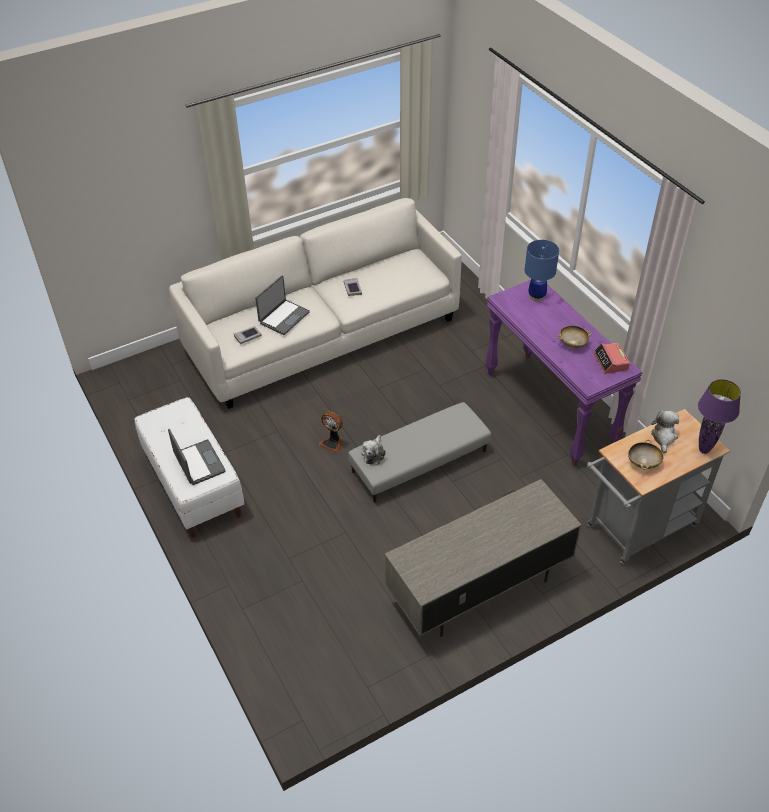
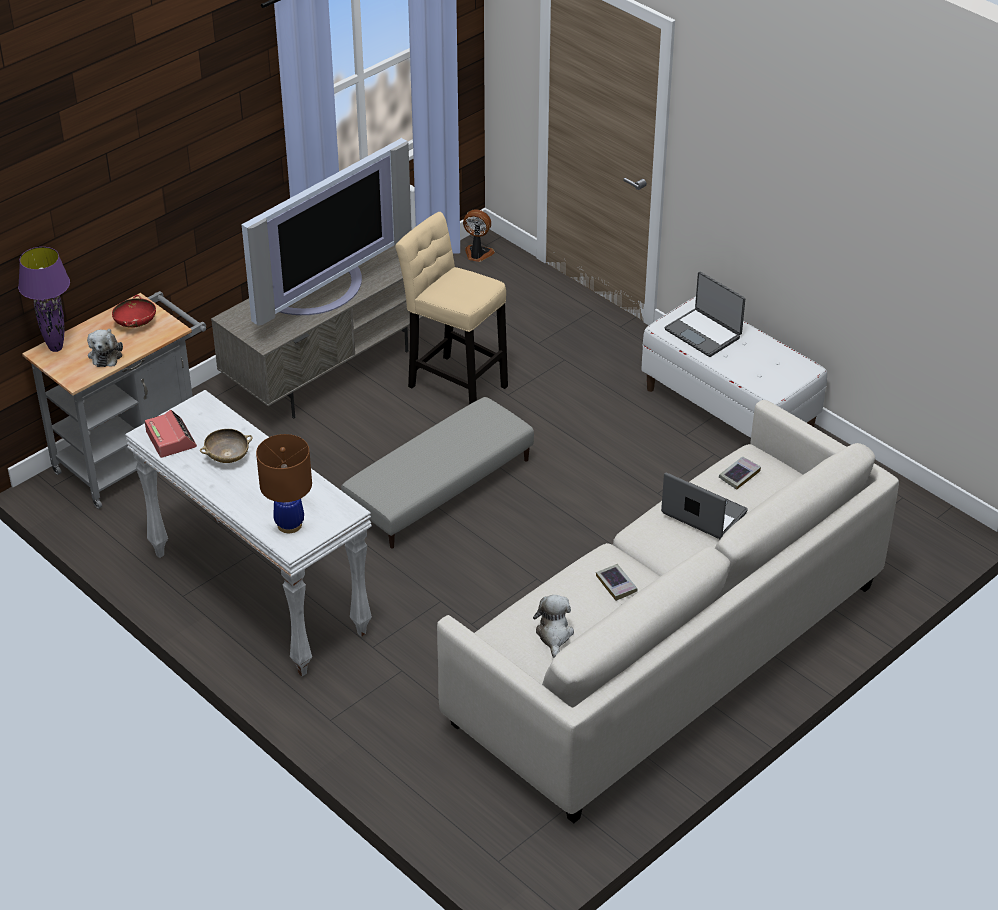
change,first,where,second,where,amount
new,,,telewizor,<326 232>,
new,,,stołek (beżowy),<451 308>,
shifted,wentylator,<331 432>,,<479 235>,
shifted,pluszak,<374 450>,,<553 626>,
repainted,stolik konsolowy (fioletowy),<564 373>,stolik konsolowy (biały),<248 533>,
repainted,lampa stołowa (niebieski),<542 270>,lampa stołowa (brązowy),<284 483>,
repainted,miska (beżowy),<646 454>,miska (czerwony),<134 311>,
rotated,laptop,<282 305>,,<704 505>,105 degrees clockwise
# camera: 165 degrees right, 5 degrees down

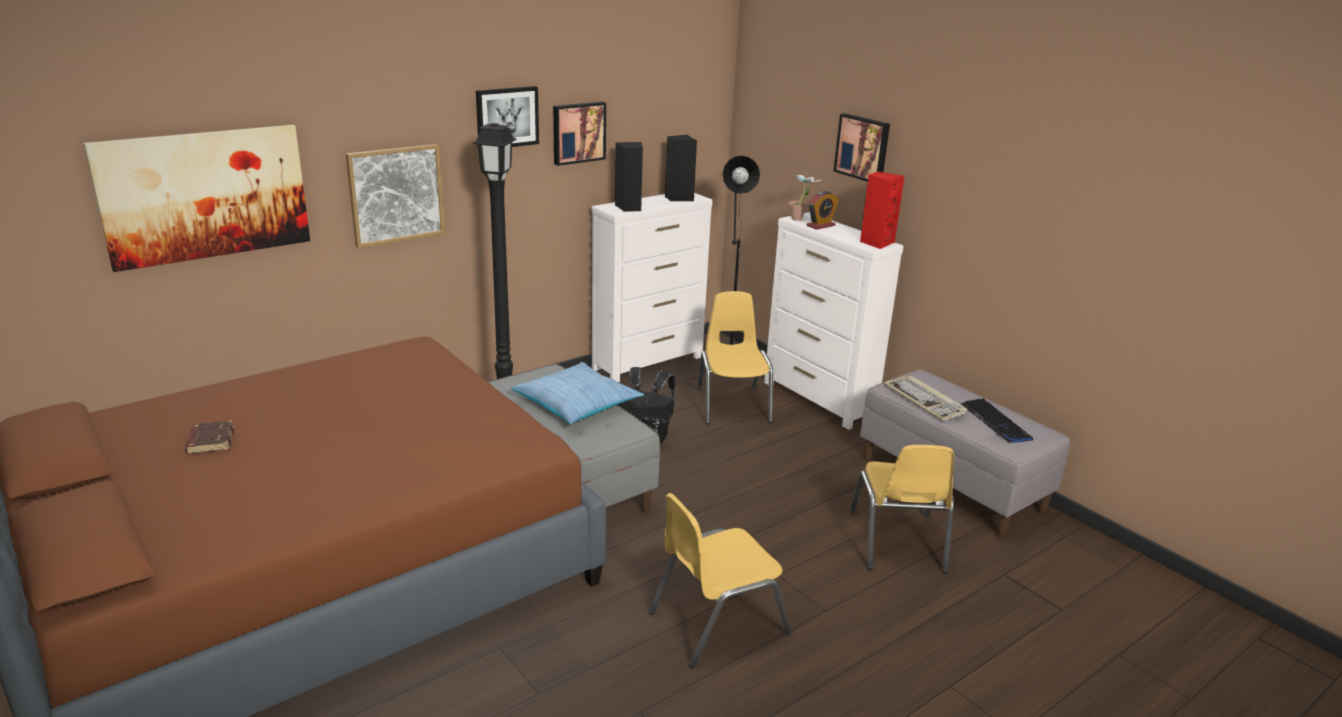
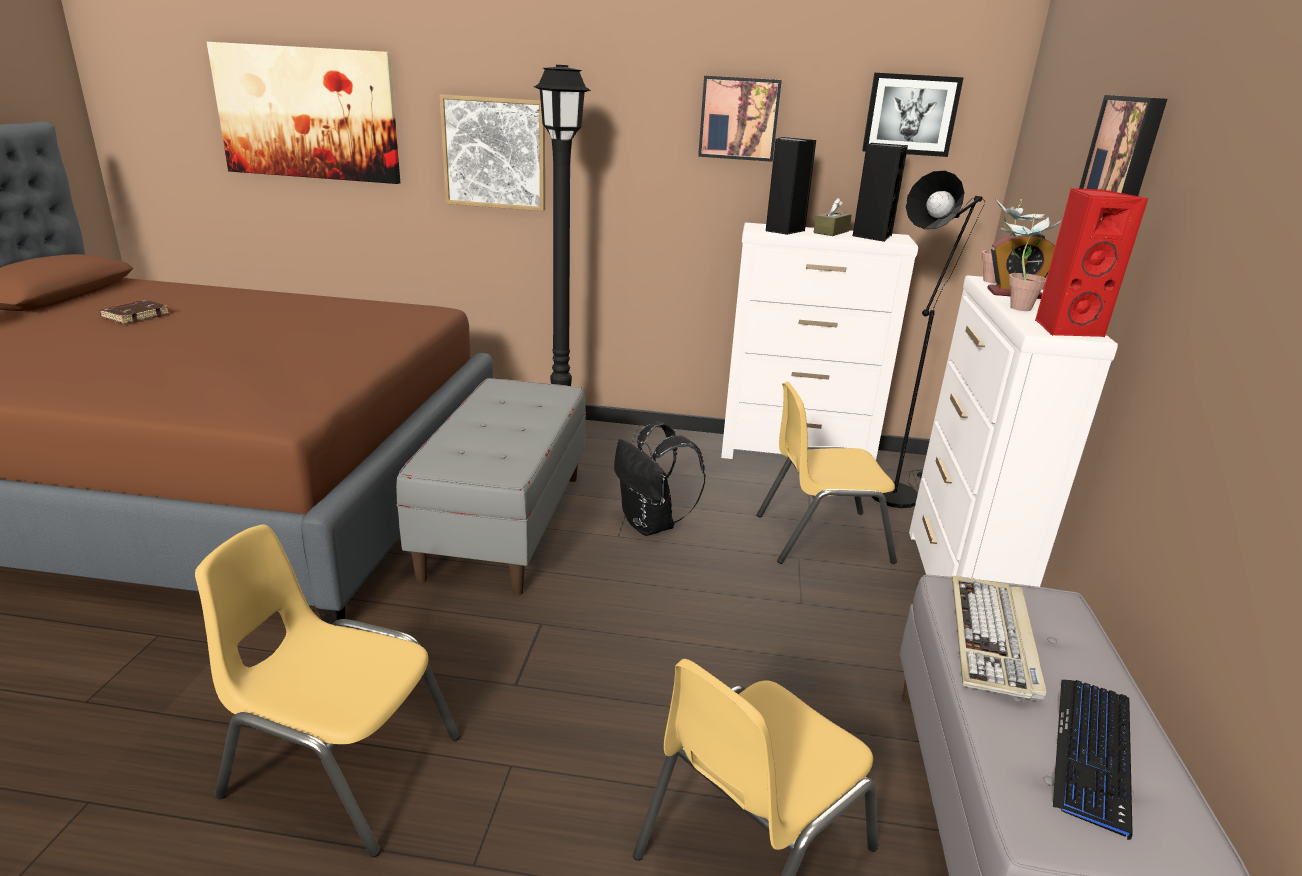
change,first,where,second,where,amount
gone,poduszka,<577 393>,,,
new,,,pudełko chusteczek (brązowy),<832 217>,
new,,,roślina doniczkowa,<1030 262>,
shifted,obraz,<507 116>,,<912 115>,
rotated,krzesło (żółty),<735 357>,,<827 473>,135 degrees counterclockwise
# camera: 45 degrees right, 0 degrees up

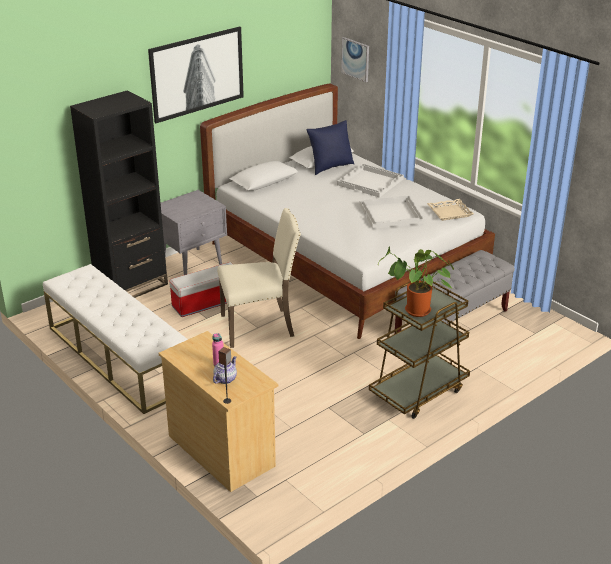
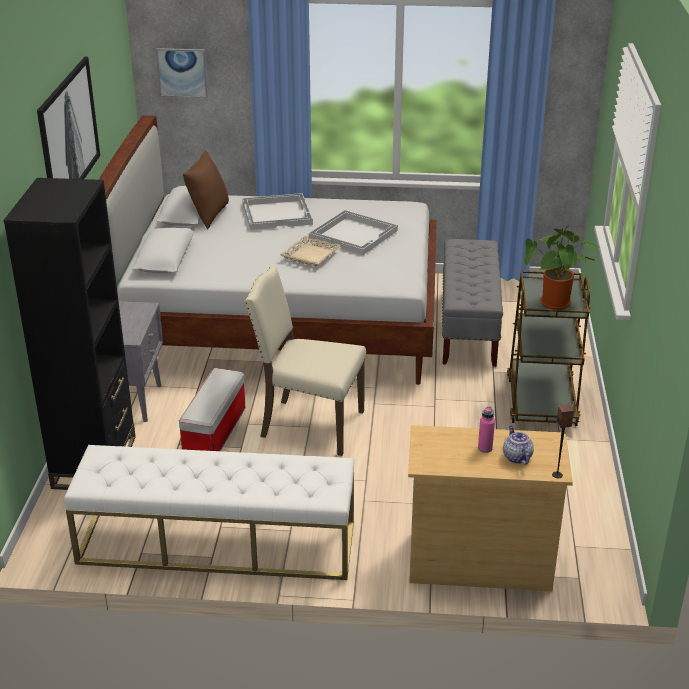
change,first,where,second,where,amount
shifted,taca (beżowy),<450 210>,,<310 251>,
repainted,poduszka (niebieski),<330 147>,poduszka (brązowy),<206 190>,
rotated,krzesło (beżowy),<259 278>,,<305 361>,105 degrees counterclockwise
# camera: 45 degrees left, 0 degrees up

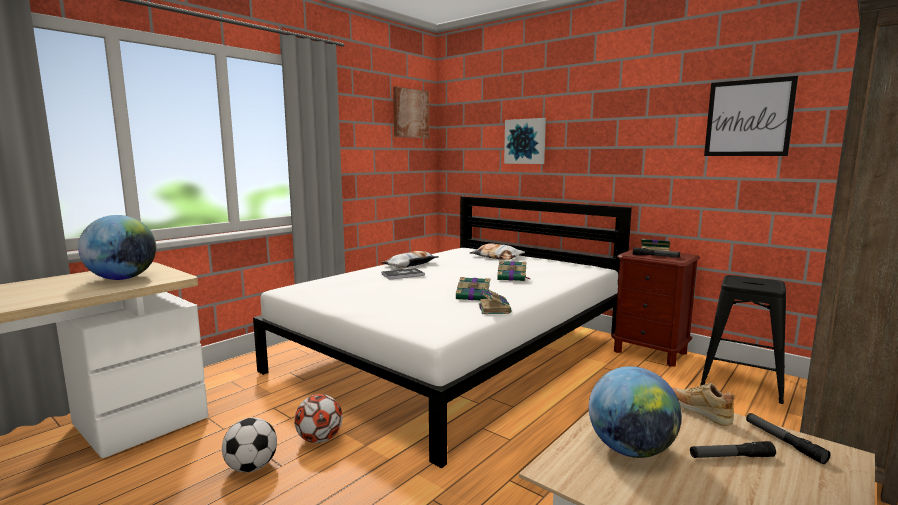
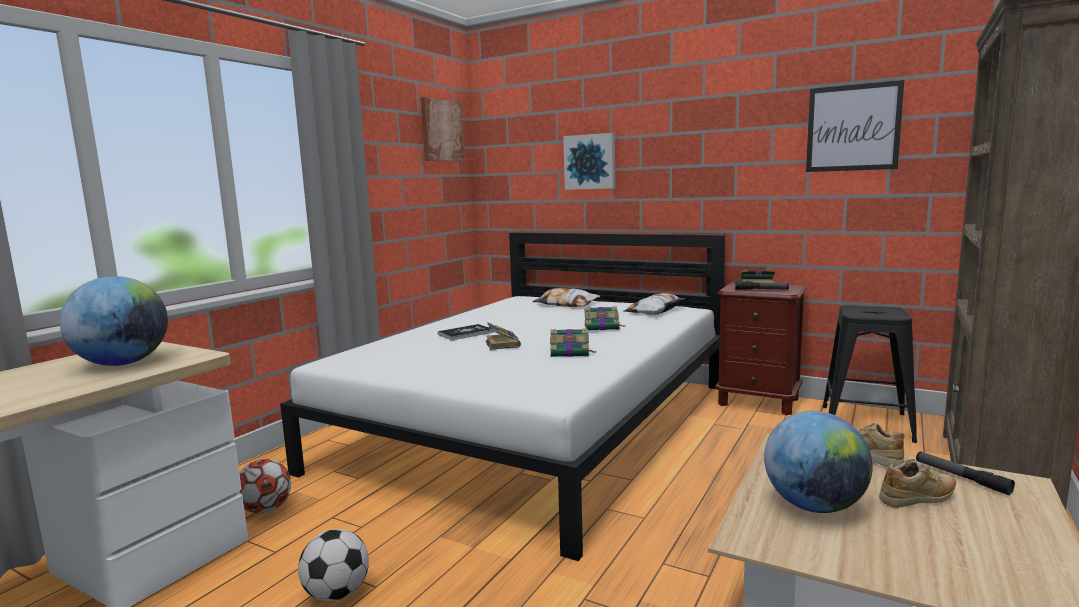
change,first,where,second,where,amount
shifted,piłka futbolowa,<318 418>,,<265 486>,
shifted,poduszka,<410 259>,,<654 304>,
shifted,książka,<495 300>,,<503 336>,
swapped,latarka,<733 449>,but (beżowy),<917 483>,
# camera: 10 degrees left, 0 degrees up

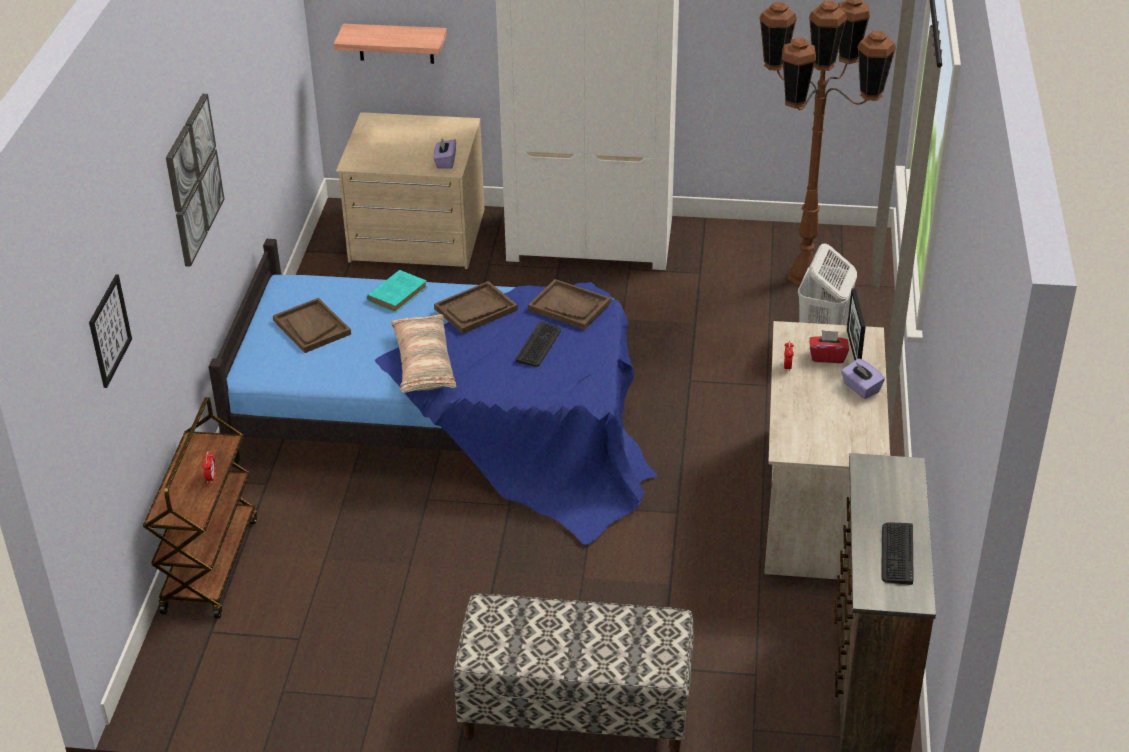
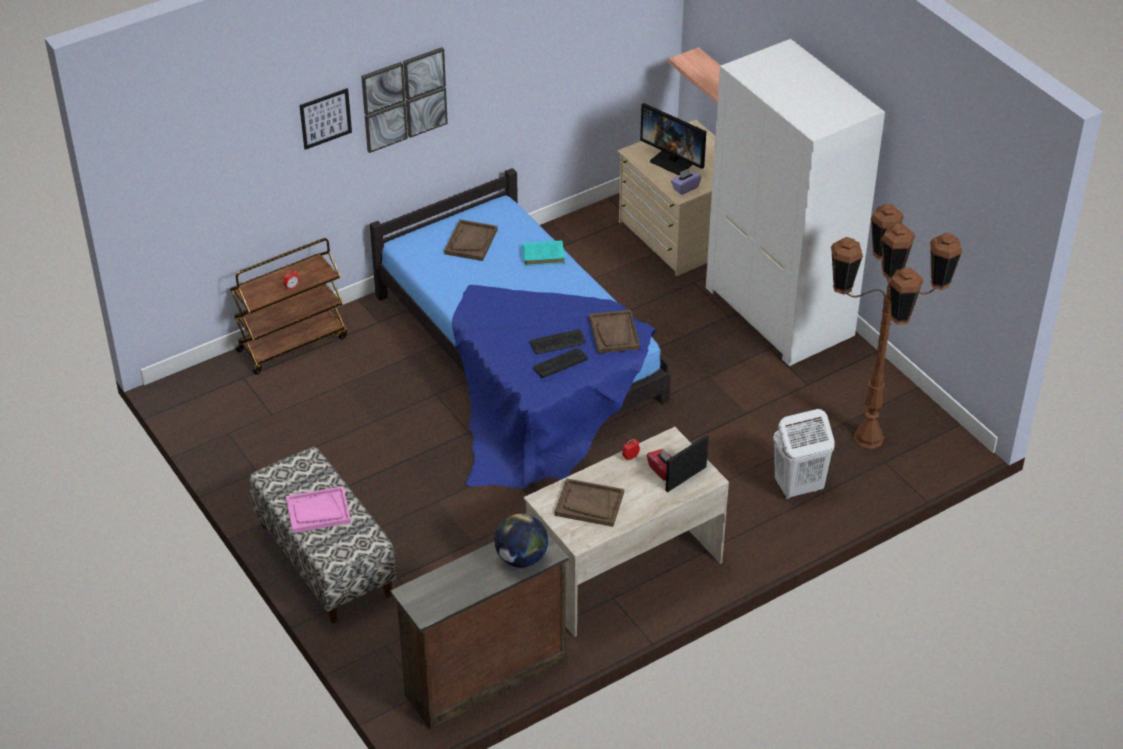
change,first,where,second,where,amount
gone,poduszka,<423 353>,,,
gone,pudełko chusteczek (fioletowy),<863 378>,,,
new,,,taca (różowy),<318 509>,
new,,,globus,<521 541>,
new,,,monitor,<673 139>,
shifted,obraz,<110 331>,,<325 119>,
shifted,taca (brązowy),<476 307>,,<589 502>,
shifted,klawiatura,<897 553>,,<560 363>,
# camera: 50 degrees right, 5 degrees up

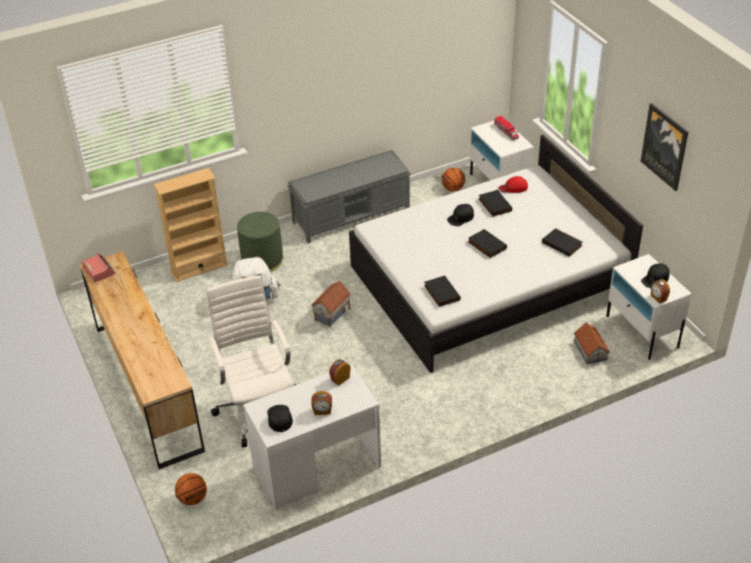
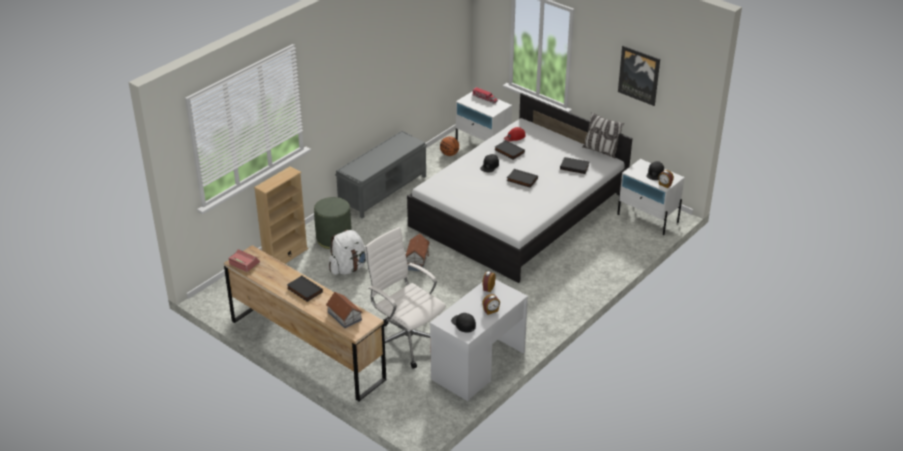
change,first,where,second,where,amount
gone,piłka do koszykówki,<191 489>,,,
new,,,poduszka,<603 135>,
shifted,książka (czarny),<442 291>,,<305 288>,
shifted,domek,<592 343>,,<344 310>,
# camera: 25 degrees left, 5 degrees down

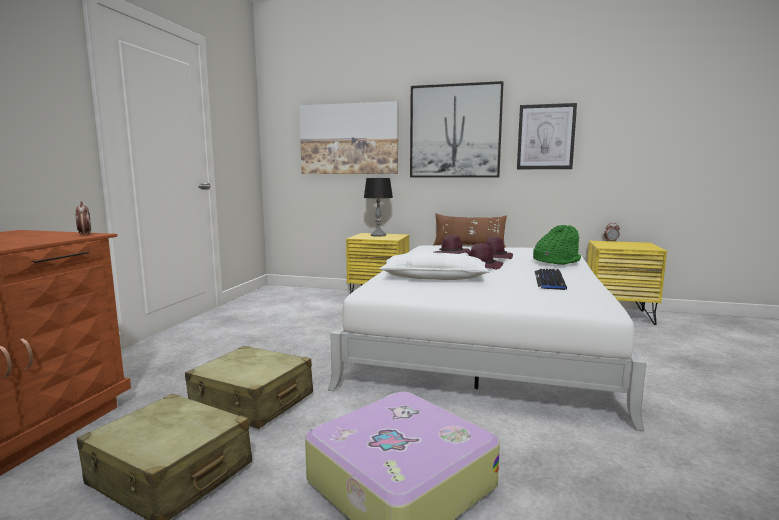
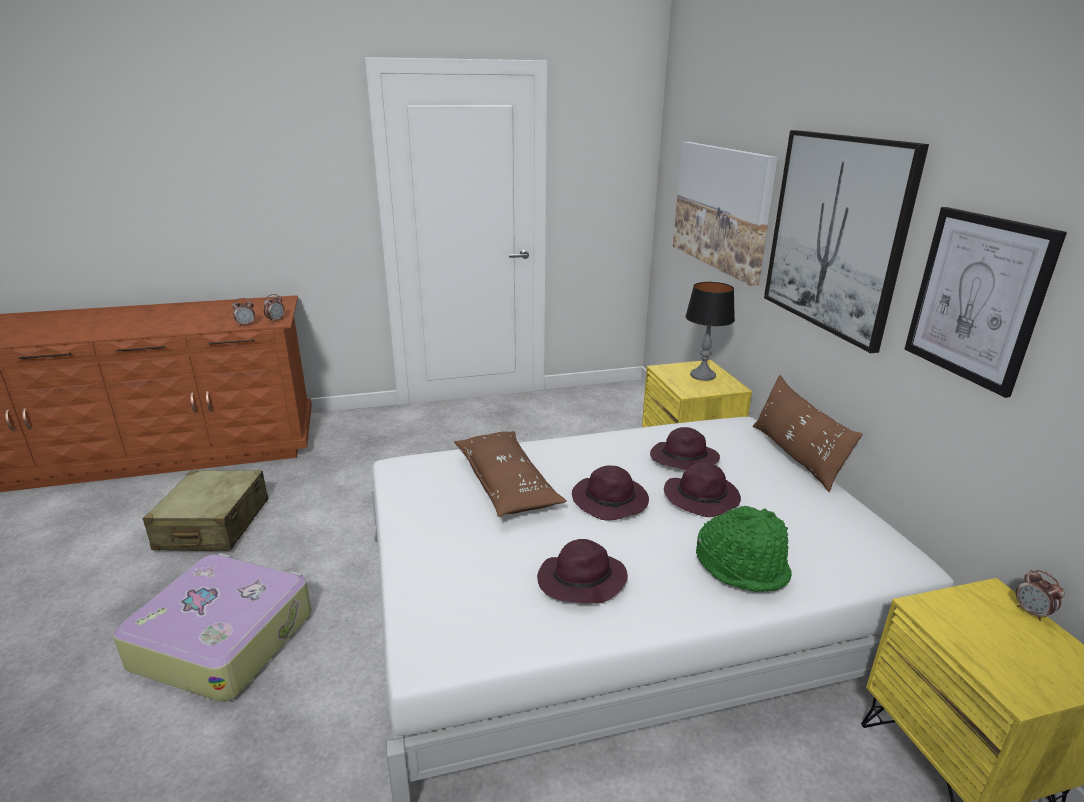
change,first,where,second,where,amount
gone,walizka (beżowy),<249 387>,,,
new,,,budzik,<243 312>,
swapped,klawiatura,<551 279>,kapelusz (fioletowy),<582 571>,
repainted,poduszka (biały),<434 266>,poduszka (brązowy),<510 474>,
# camera: 60 degrees right, 15 degrees up

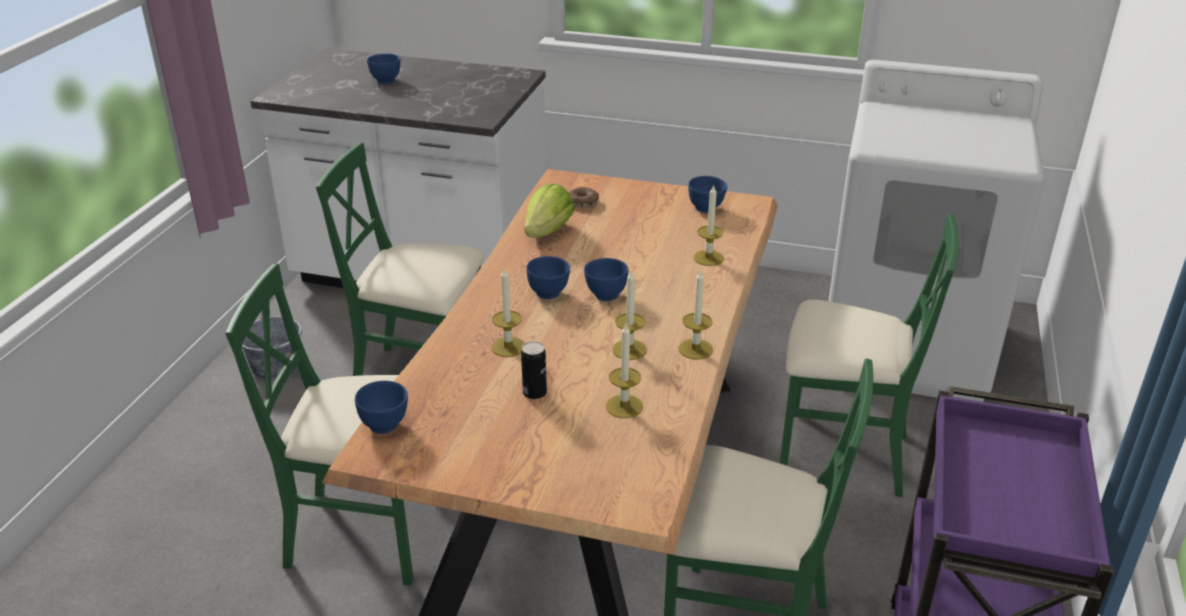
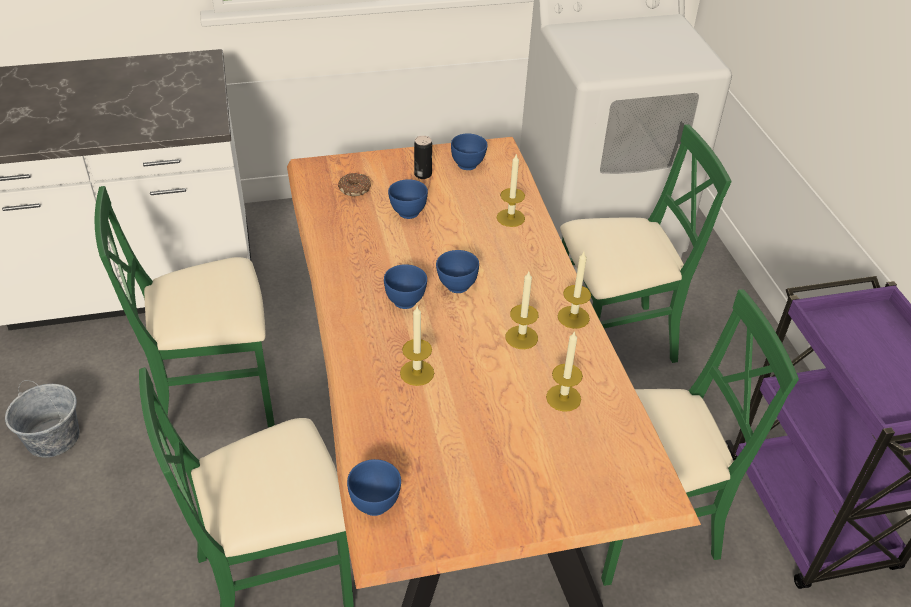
change,first,where,second,where,amount
gone,sałata,<549 210>,,,
shifted,miska (niebieski),<383 69>,,<408 199>,
shifted,puszka,<534 370>,,<423 157>,
# camera: 30 degrees left, 10 degrees up

